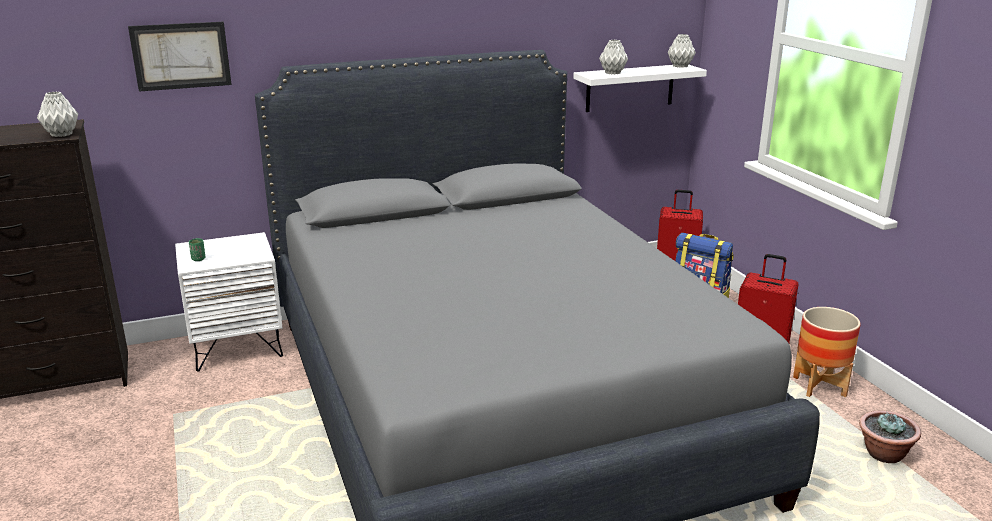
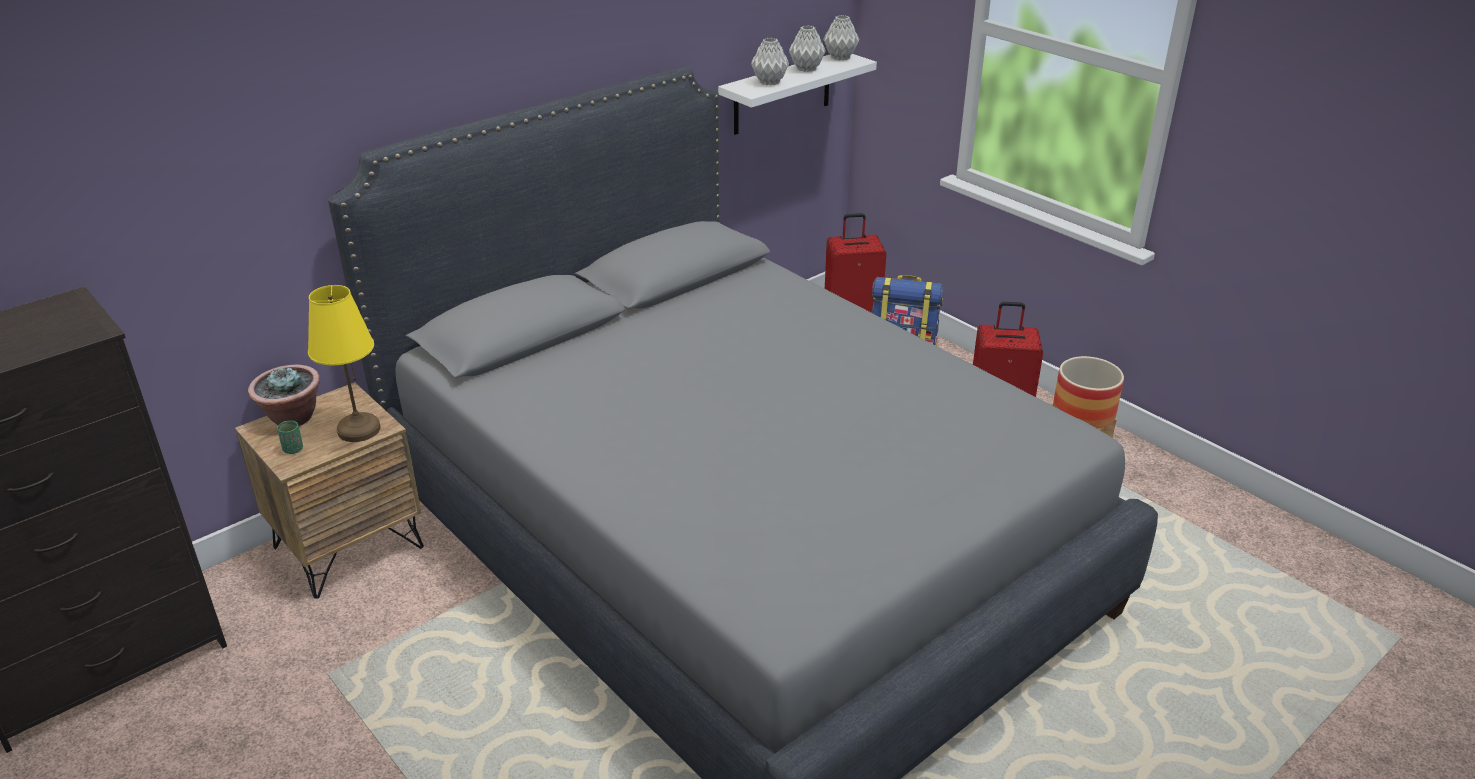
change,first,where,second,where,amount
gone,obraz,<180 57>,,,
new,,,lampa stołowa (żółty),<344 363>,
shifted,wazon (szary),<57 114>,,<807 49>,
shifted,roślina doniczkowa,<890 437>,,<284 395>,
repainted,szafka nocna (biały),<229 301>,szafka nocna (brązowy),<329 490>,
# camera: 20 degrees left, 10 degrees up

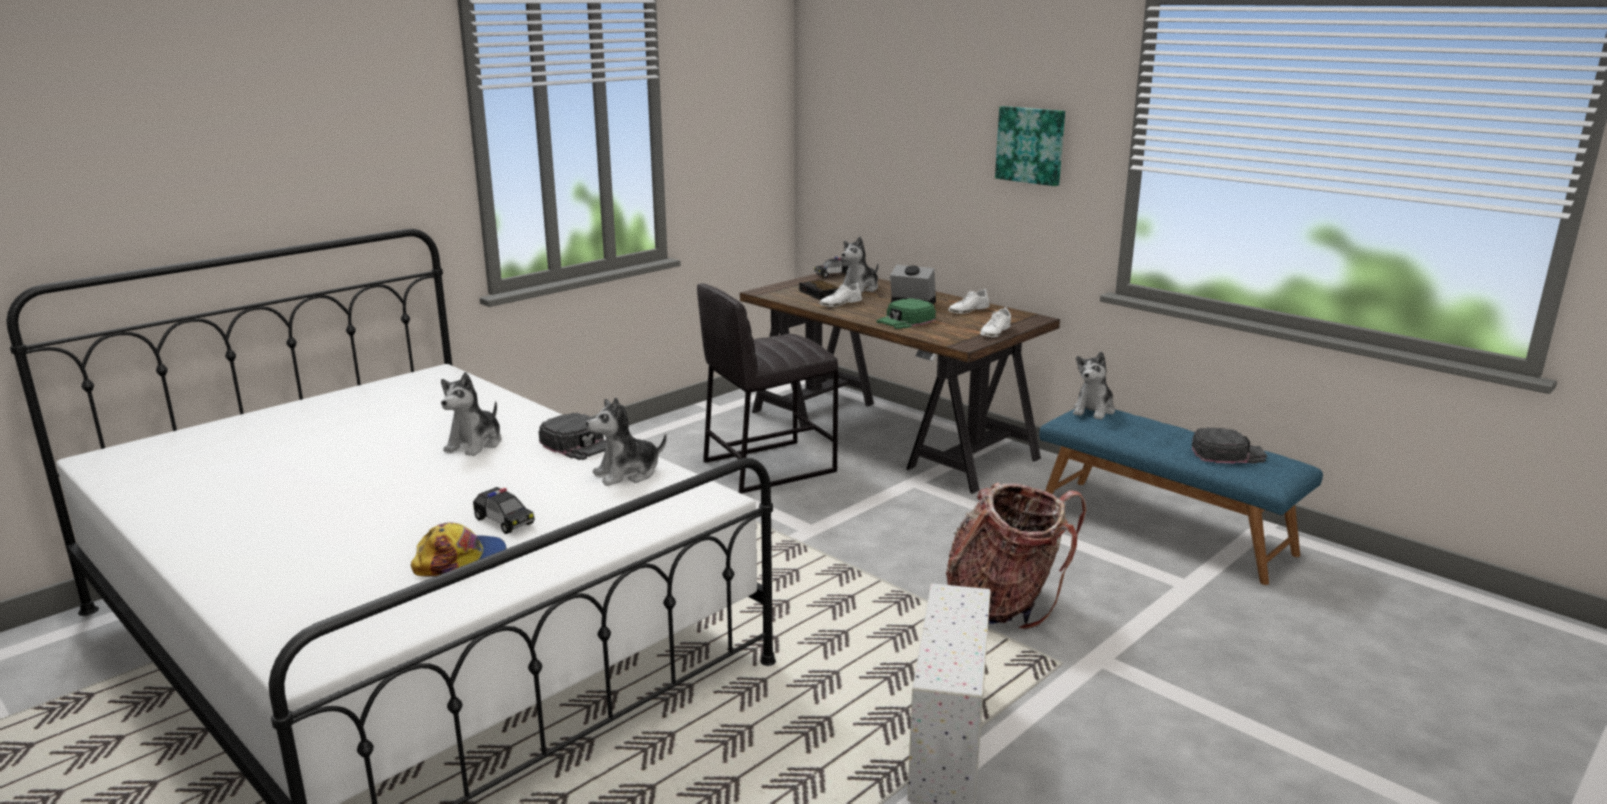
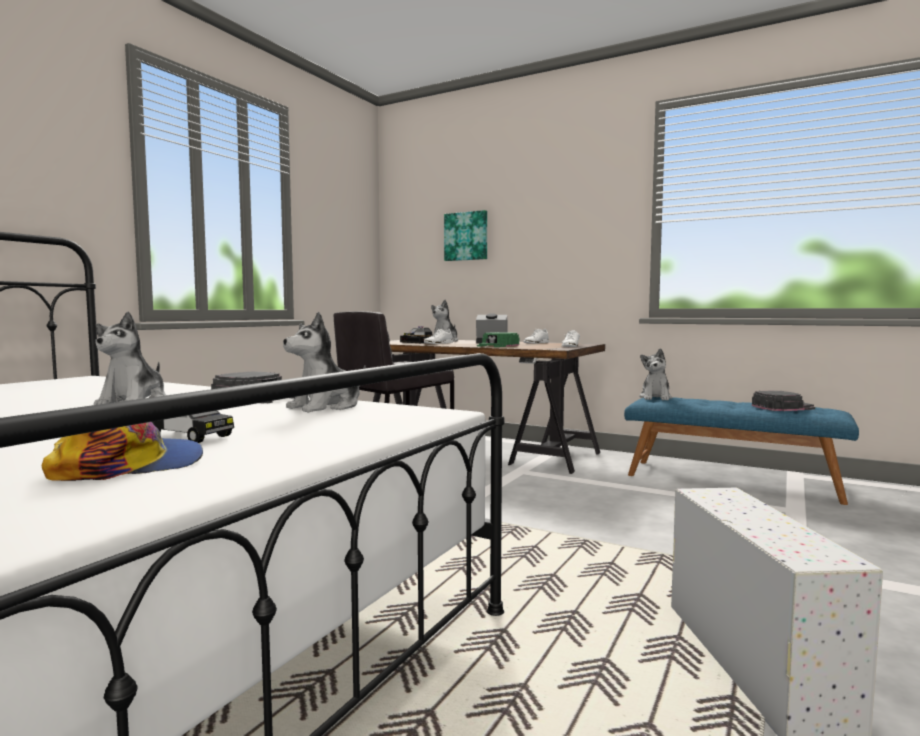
change,first,where,second,where,amount
gone,plecak,<1016 556>,,,
shifted,obraz,<1030 146>,,<465 235>,
# camera: 15 degrees left, 15 degrees down

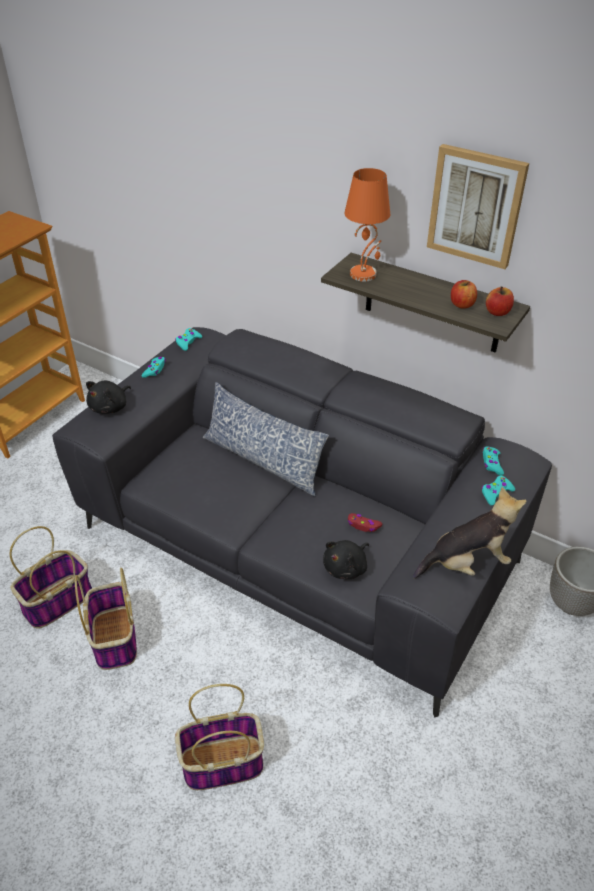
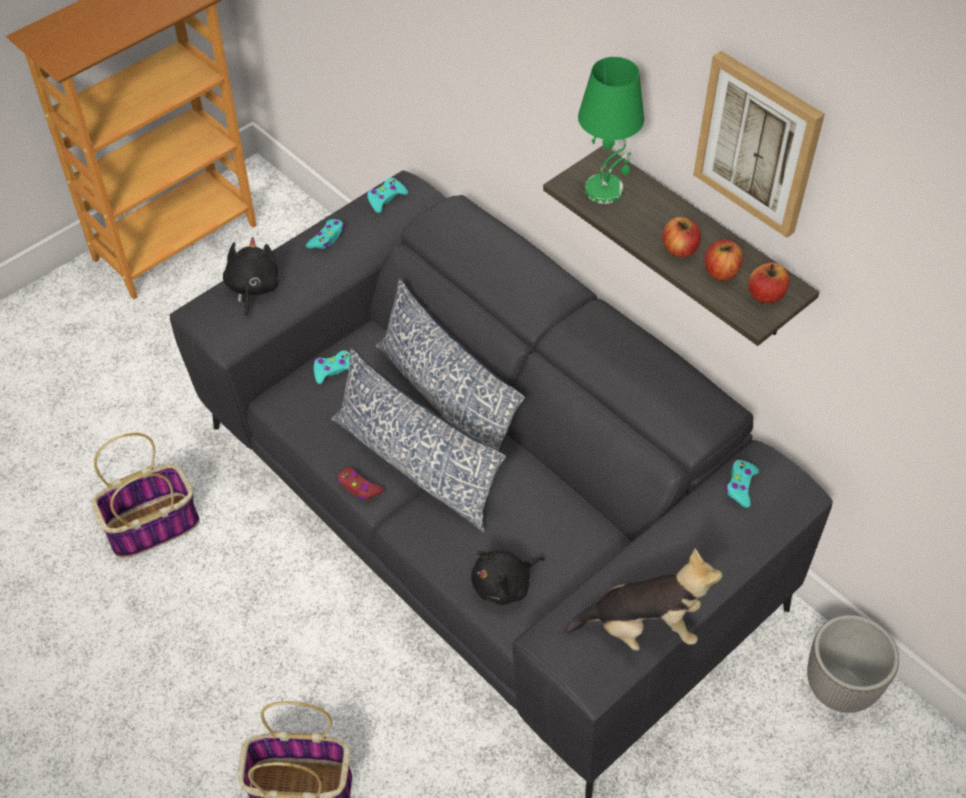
change,first,where,second,where,amount
gone,koszyk,<106 619>,,,
new,,,poduszka,<418 440>,
new,,,jabłko,<682 237>,
shifted,pad do gier (czerwony),<365 522>,,<360 483>,
shifted,pad do gier (turkusowy),<498 491>,,<332 367>,
repainted,lampa stołowa (pomarańczowy),<367 225>,lampa stołowa (zielony),<611 130>,
rotated,pluszak (czarny),<108 397>,,<250 277>,135 degrees clockwise
# camera: 15 degrees right, 10 degrees up

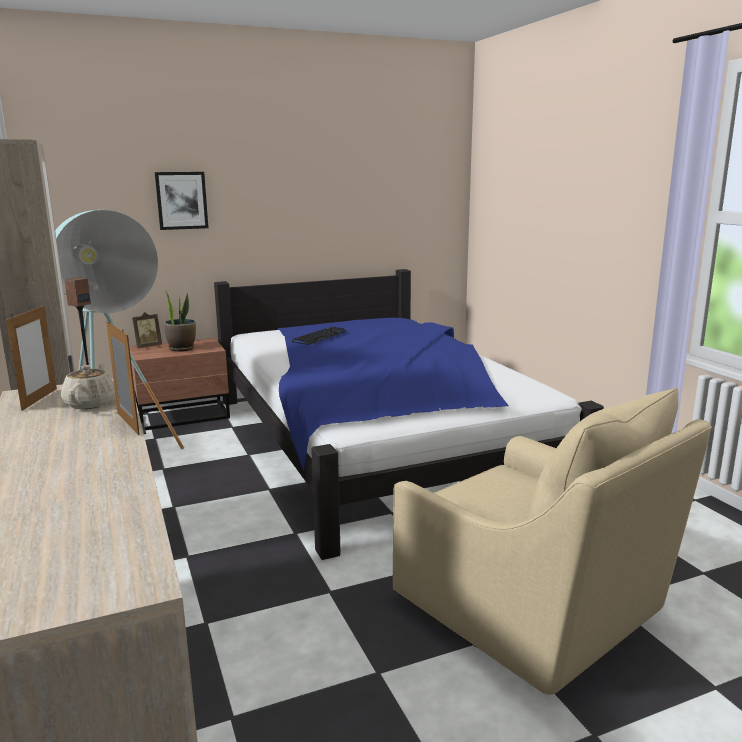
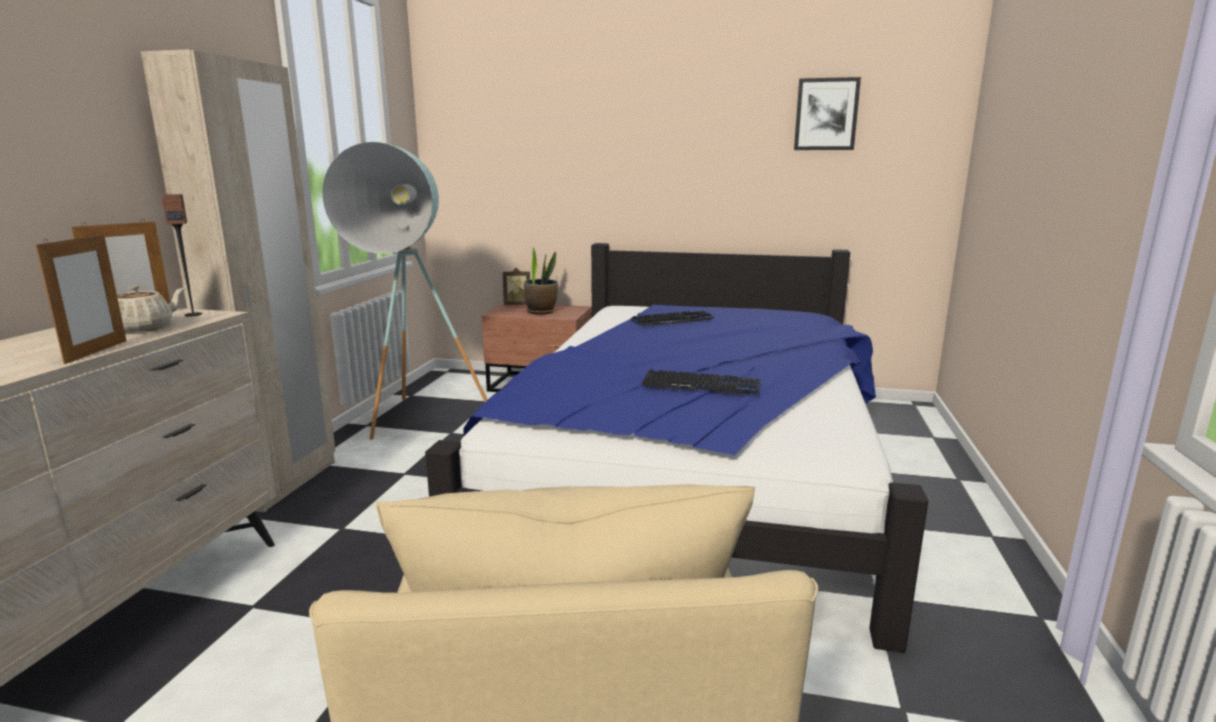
change,first,where,second,where,amount
new,,,klawiatura,<700 381>,
shifted,obraz,<181 201>,,<827 113>,
# camera: 35 degrees right, 0 degrees up

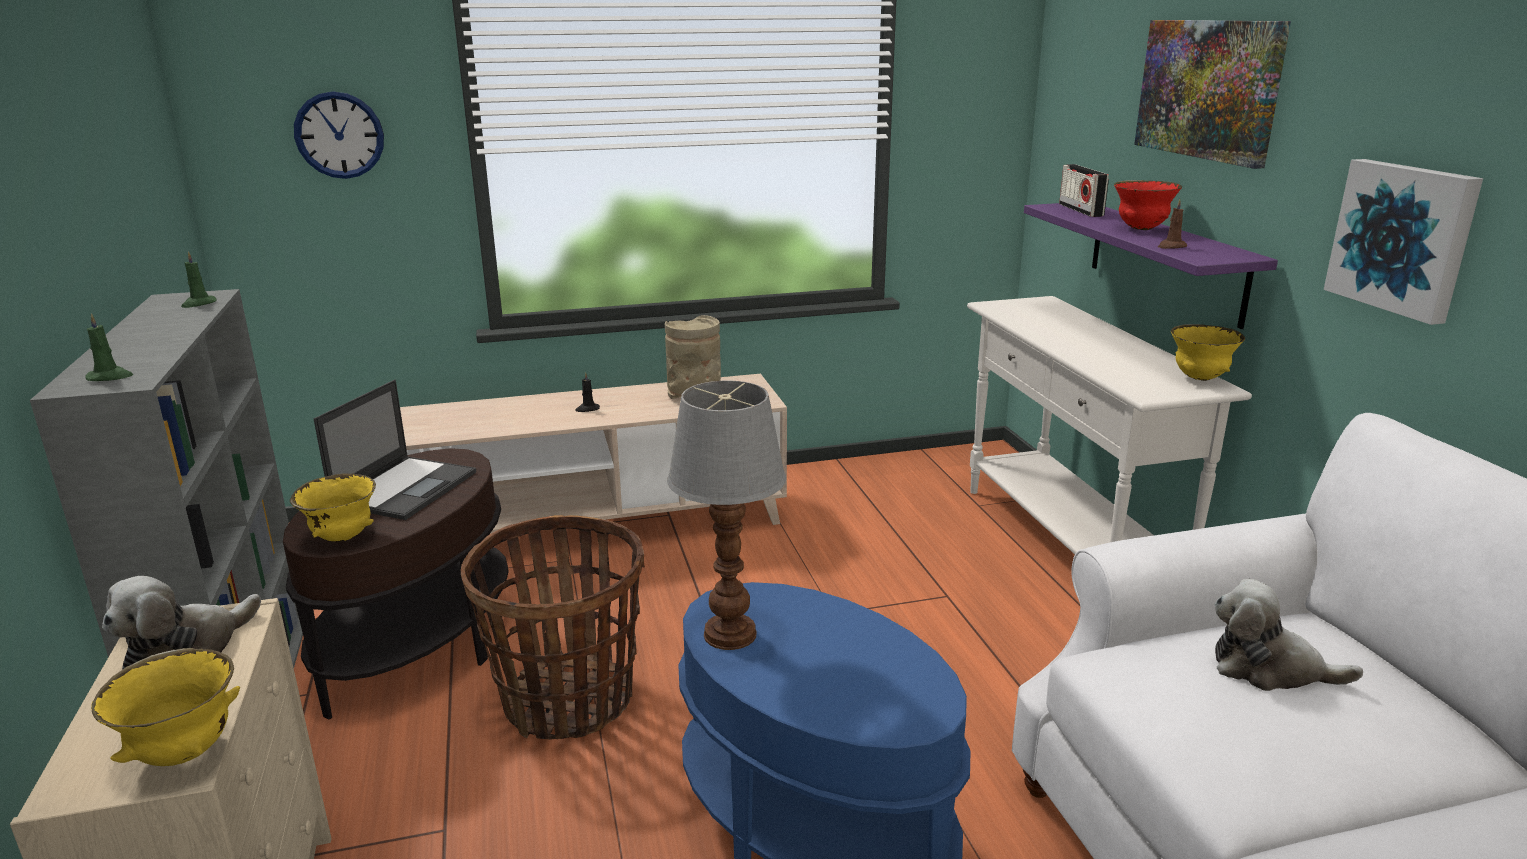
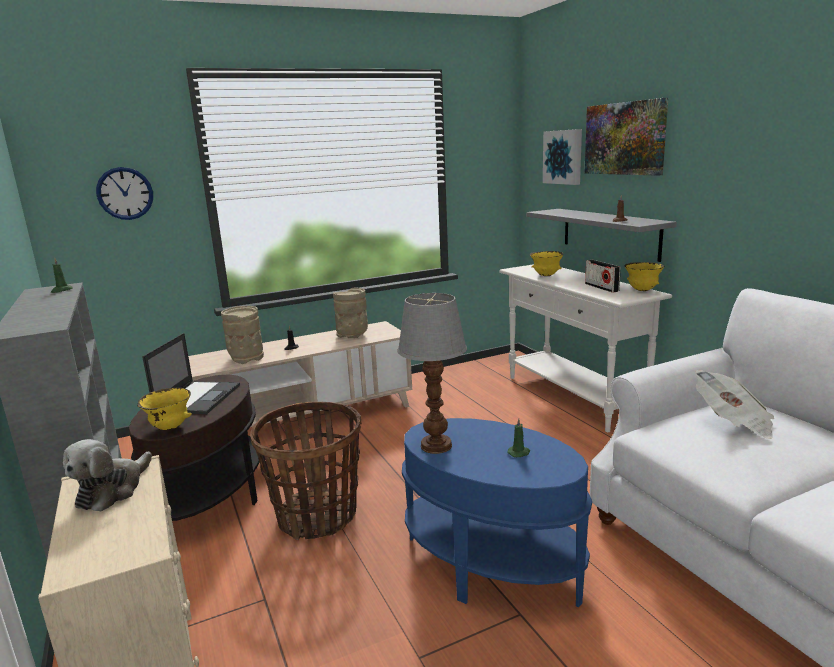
change,first,where,second,where,amount
gone,miska (czerwony),<1148 205>,,,
new,,,wazon (beżowy),<242 335>,
shifted,świeca (zielony),<109 347>,,<519 437>,
shifted,miska (żółty),<165 707>,,<547 263>,
shifted,radio,<1084 190>,,<603 276>,
shifted,obraz,<1403 242>,,<562 157>,
swapped,pluszak,<1288 635>,gazeta,<734 404>,
repainted,półka (fioletowy),<1151 266>,półka (szary),<601 235>,
# camera: 10 degrees left, 5 degrees down

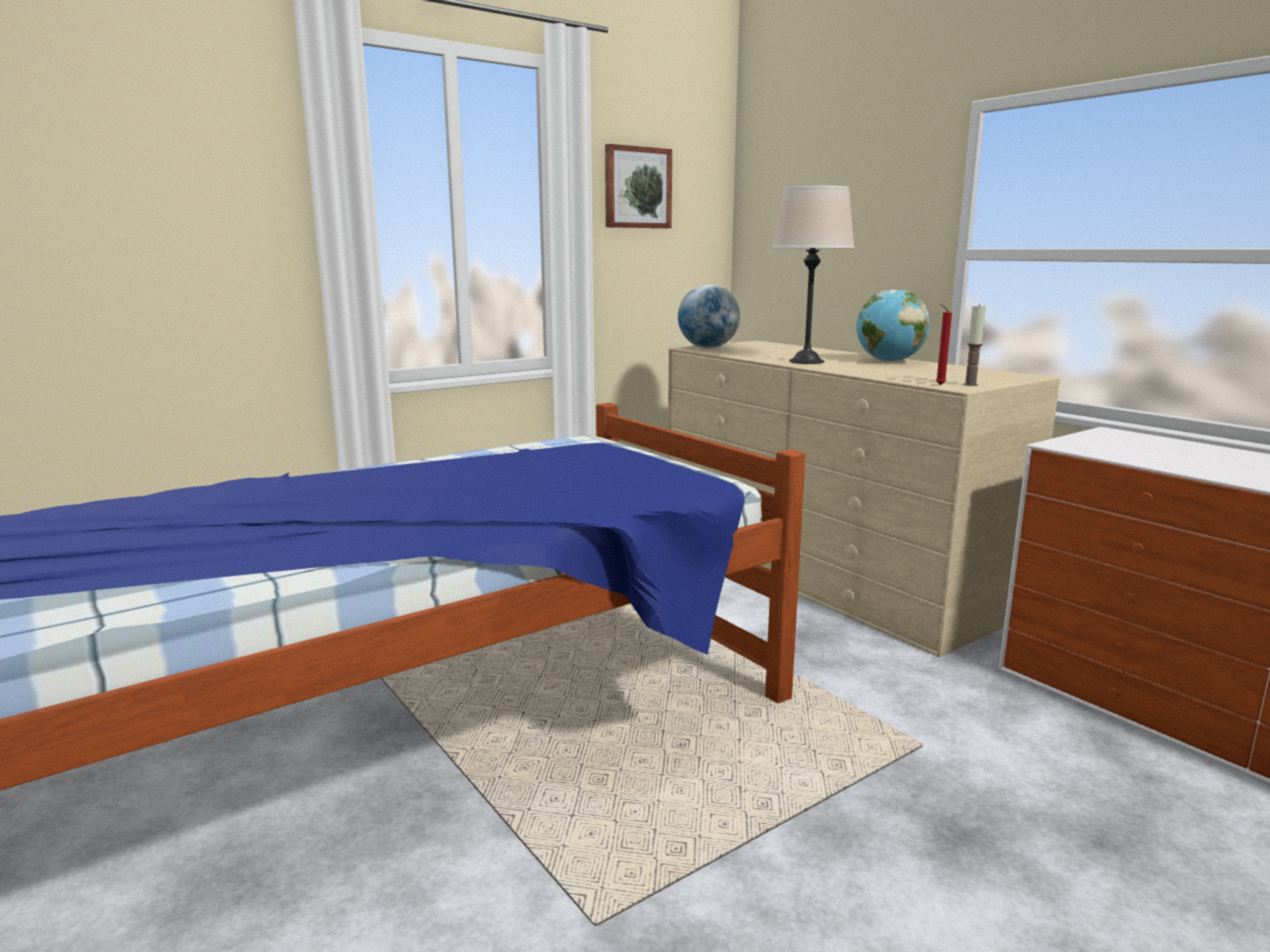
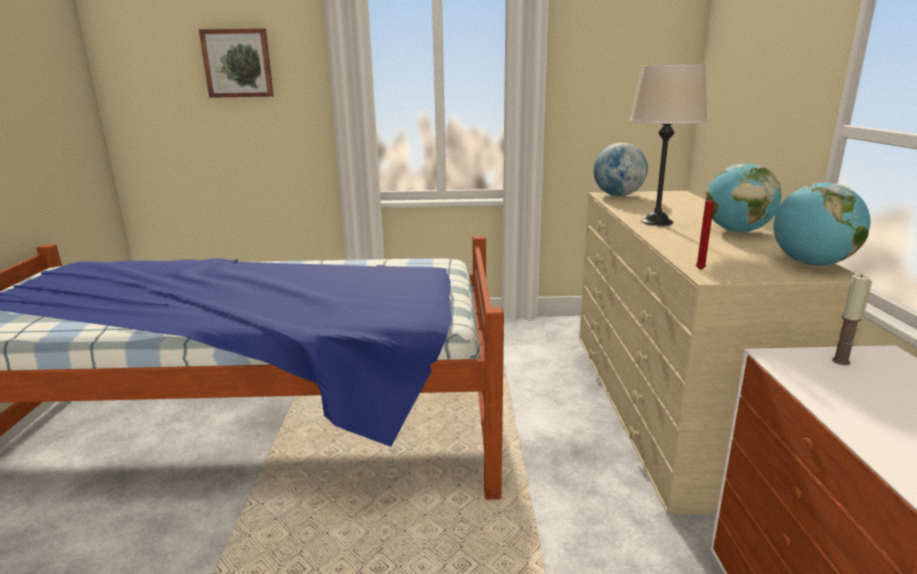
change,first,where,second,where,amount
new,,,globus,<822 224>,
shifted,obraz,<638 186>,,<236 63>,
shifted,świeca,<974 345>,,<851 319>,
# camera: 35 degrees right, 5 degrees up

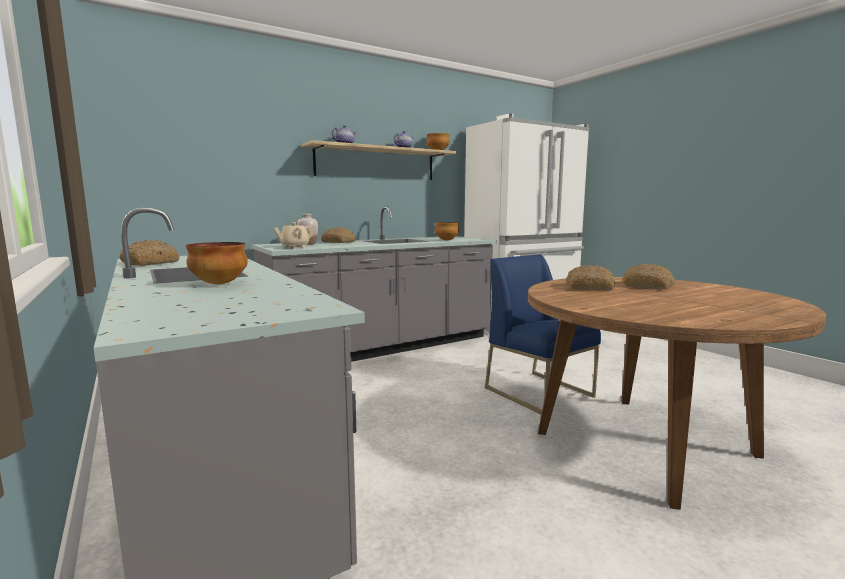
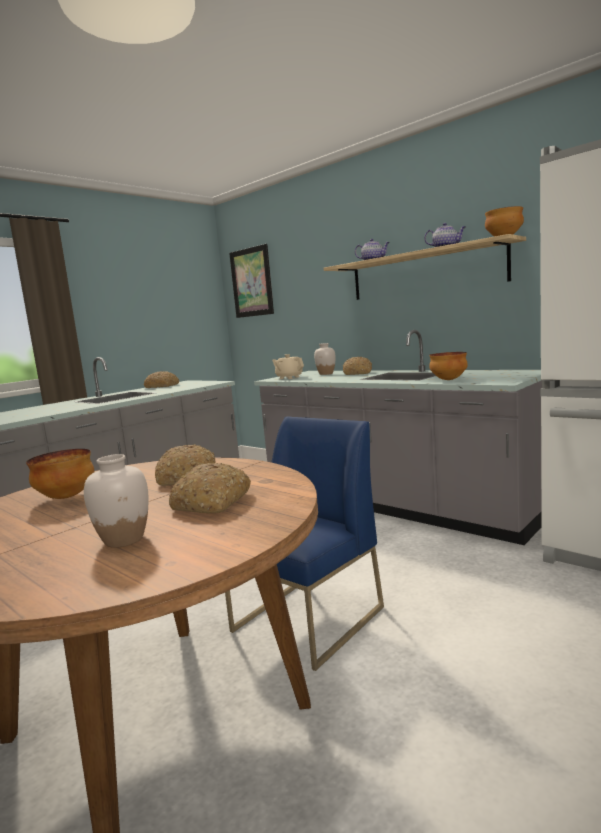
change,first,where,second,where,amount
new,,,wazon (biały),<116 501>,
new,,,obraz,<251 281>,
shifted,miska,<217 263>,,<60 474>,
# camera: 75 degrees right, 0 degrees up

